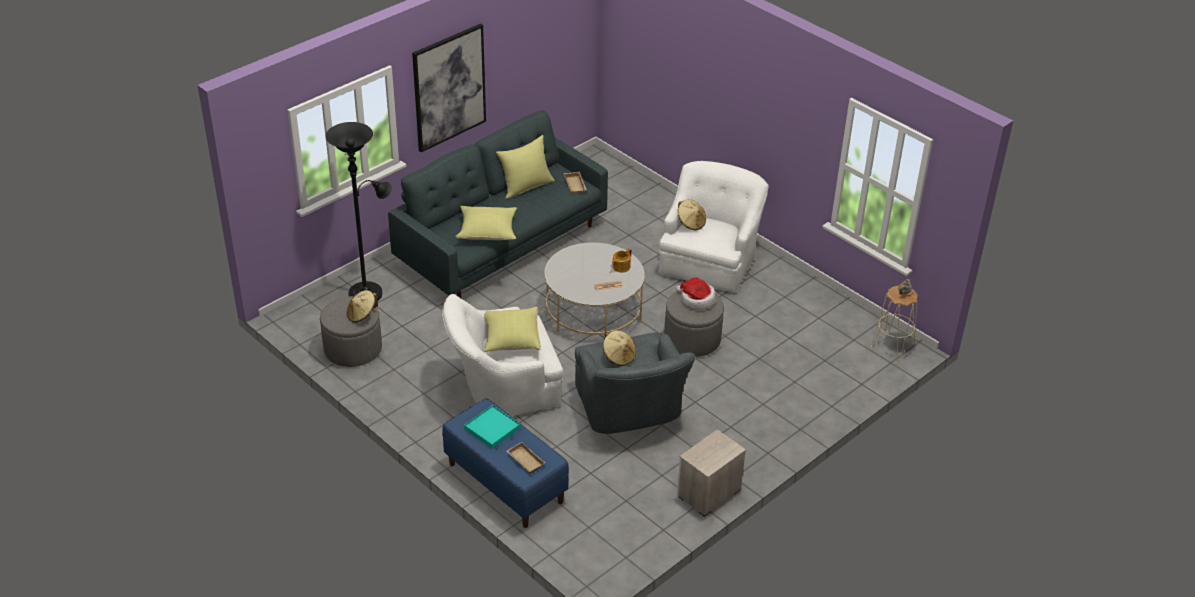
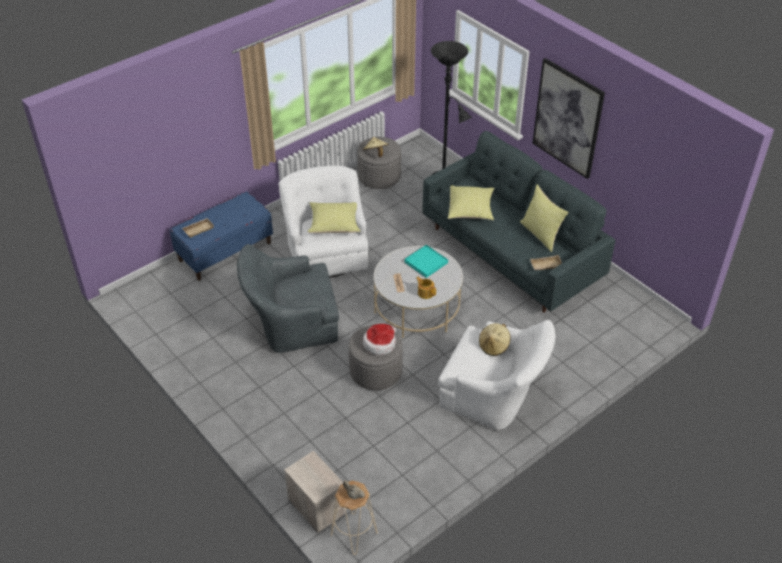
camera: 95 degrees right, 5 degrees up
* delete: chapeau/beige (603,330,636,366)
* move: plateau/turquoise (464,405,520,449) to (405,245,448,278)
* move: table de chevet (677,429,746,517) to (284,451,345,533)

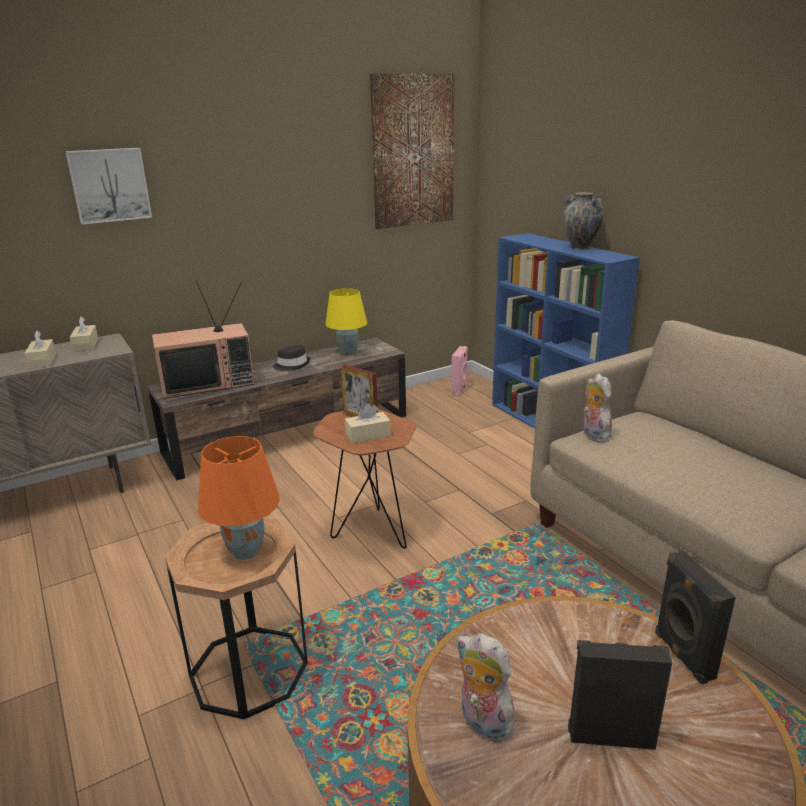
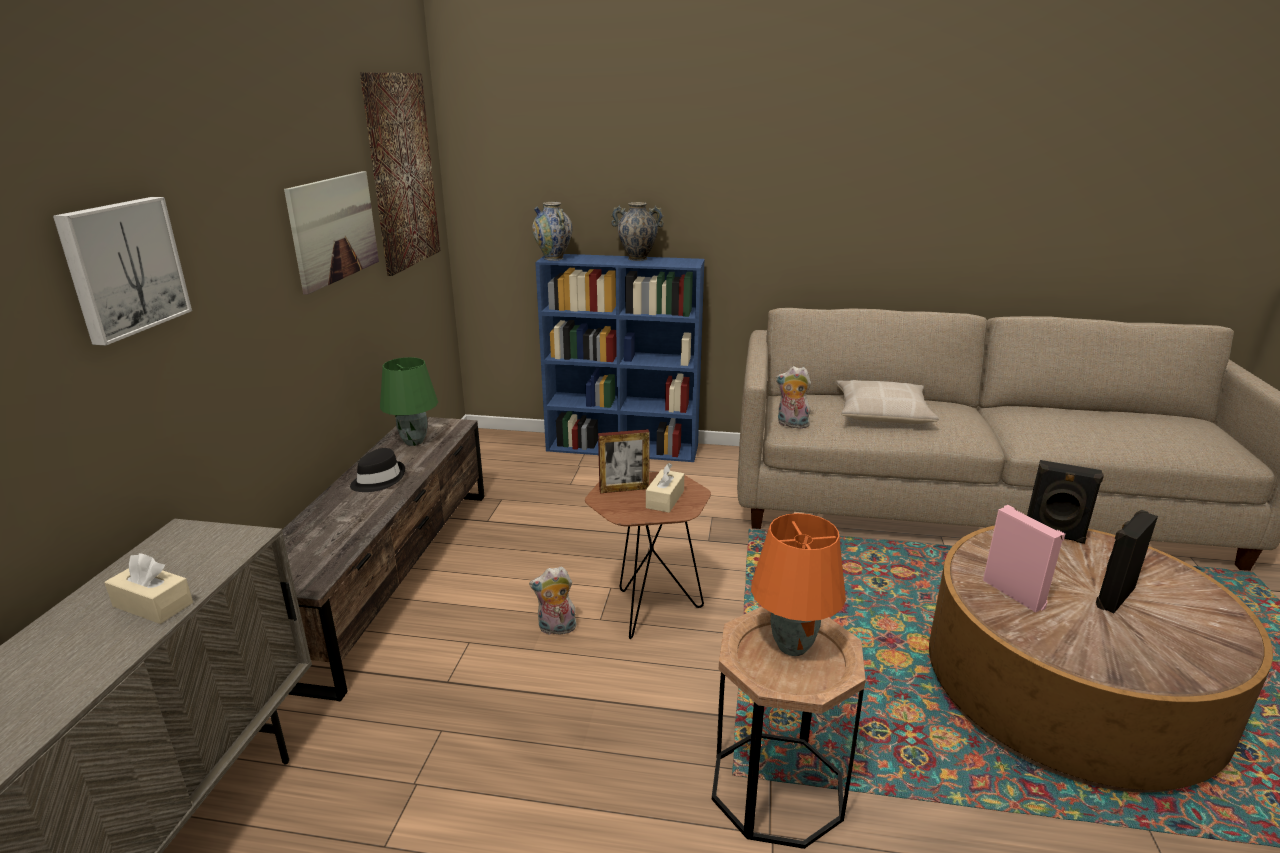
camera: 50 degrees left, 0 degrees up
* delete: téléviseur (152,281,254,399)
* recolor: lampe de table/jaune (325,288,367,355) to lampe de table/vert (380,357,438,446)
* delete: boîte à mouchoirs/beige (69,316,98,352)
* move: enceinte/rose (451,346,468,396) to (983,505,1065,613)
* move: peluche (456,633,517,743) to (529,567,577,635)
* insert: tableau (284,171,379,295)
* insert: vase (532,202,572,261)
* insert: coussin/beige (836,380,939,424)

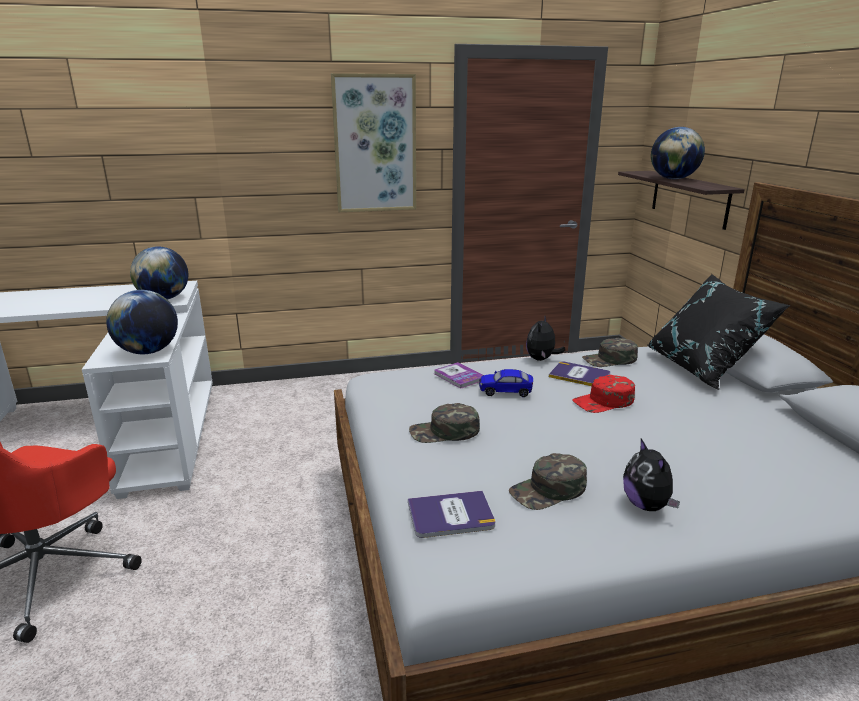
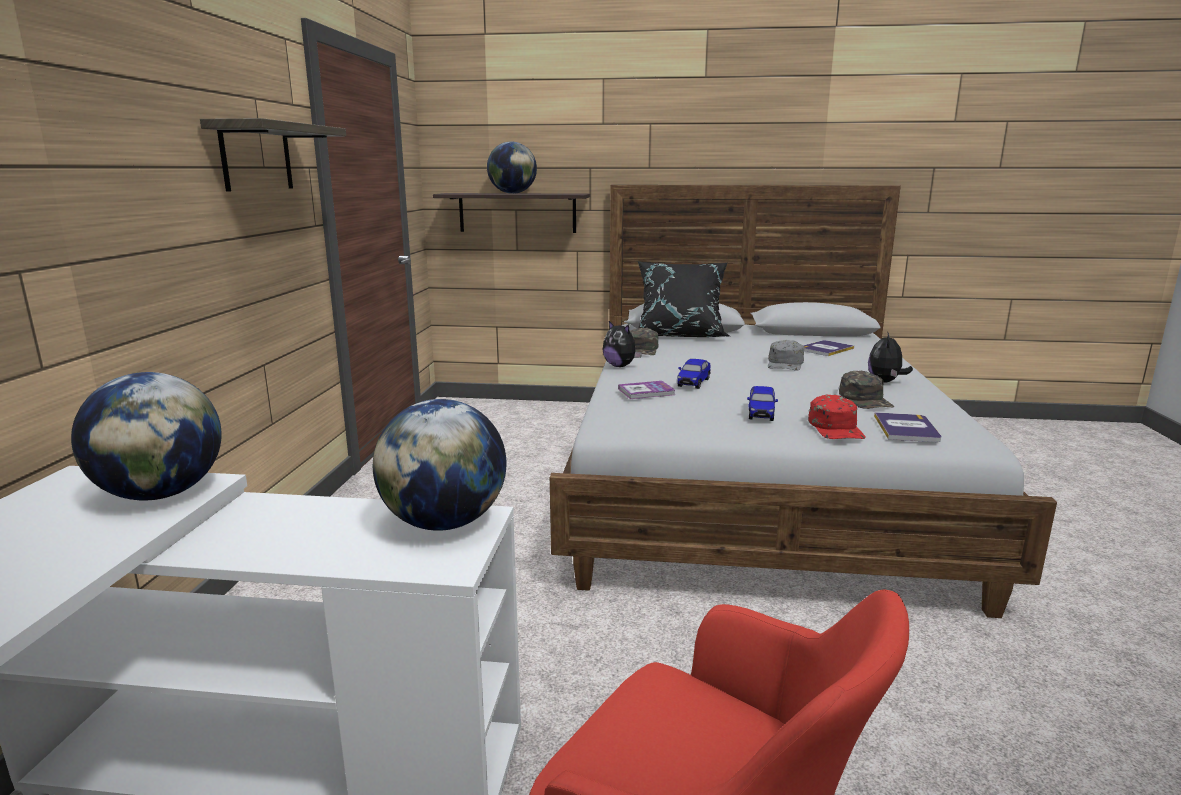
camera: 70 degrees left, 5 degrees down
* replace: tableau (331,73,416,212) to étagère (200,118,346,192)
* move: livre (549,361,610,386) to (804,340,854,356)
* move: casquette/rouge (573,375,635,413) to (808,394,866,439)
* replace: casquette/vert (409,403,480,443) to petite voiture (747,386,778,421)
* rotate: peluche (623,439,680,511) = (868,333,913,383) 105 degrees clockwise
* insert: casquette/gris (768,340,804,371)

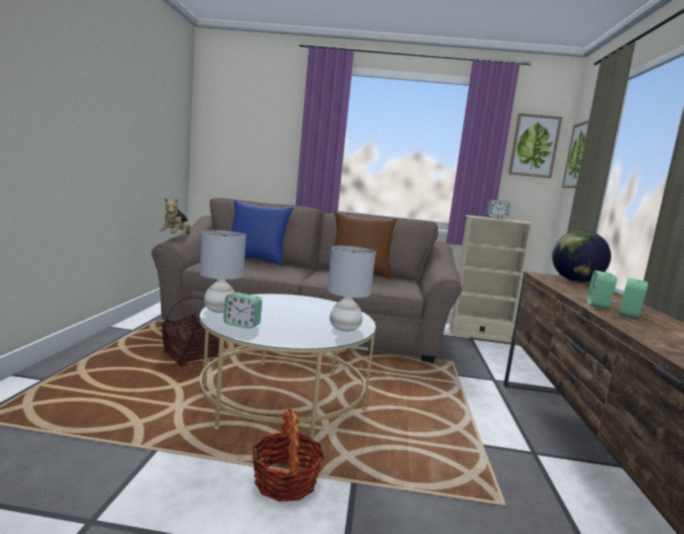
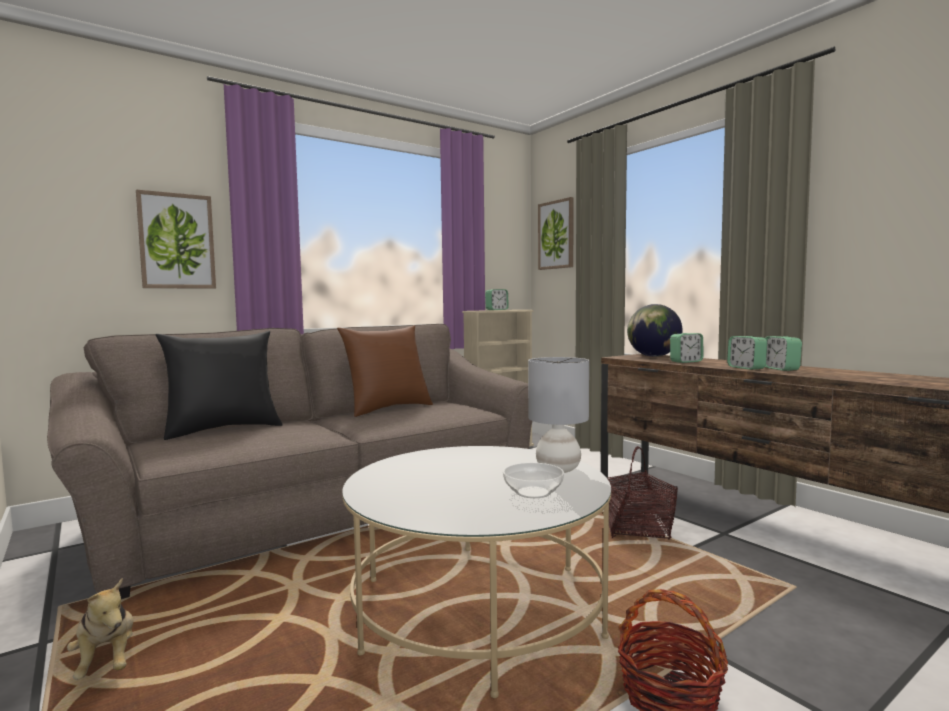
camera: 40 degrees left, 5 degrees down
* move: tableau (508,113,562,178) to (136,189,216,289)
* move: peluche (159,198,191,234) to (67,578,134,679)
* recolor: coussin/bleu (231,200,294,266) to coussin/noir (156,331,282,440)
* delete: lampe de table/gris (200,230,246,313)
* move: réveil (224,292,262,329) to (670,333,703,363)
* move: panier (162,296,219,367) to (608,446,678,540)
* insert: bol (503,463,564,498)

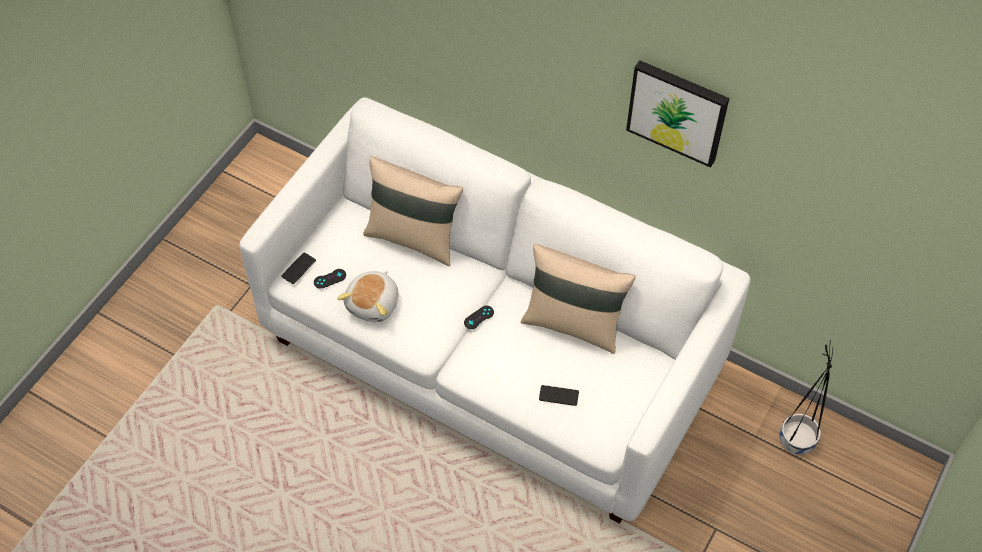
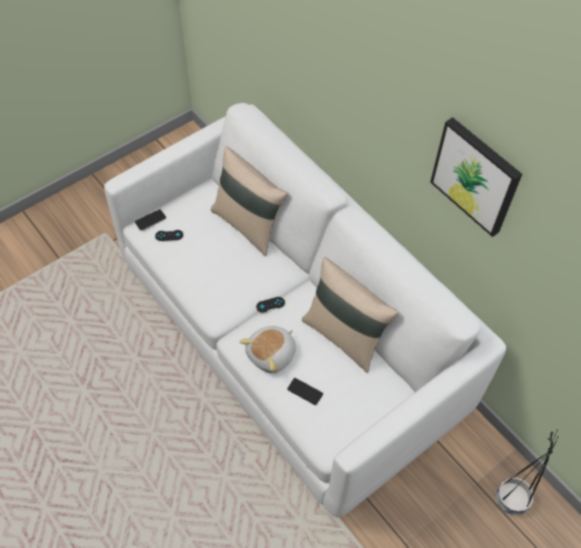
camera: 20 degrees right, 0 degrees up
* move: peluche (337,271,398,322) to (239,326,296,373)

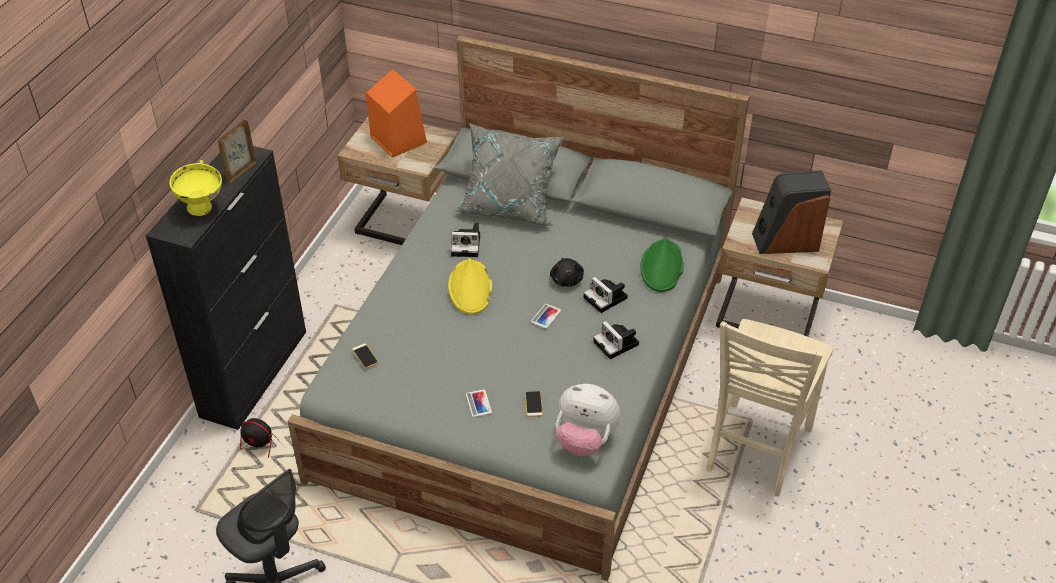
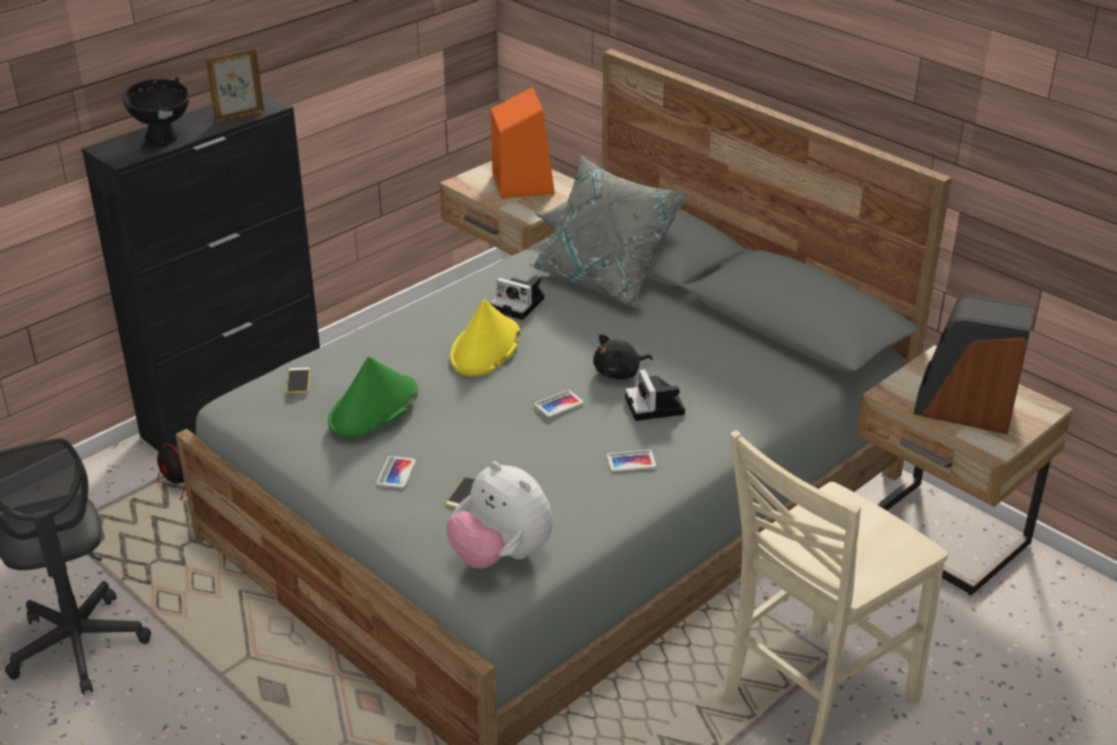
camera: 25 degrees right, 10 degrees down
* recolor: bol/jaune (170,160,222,216) to bol/noir (123,77,189,145)
* move: chapeau/vert (640,237,684,292) to (328,357,418,437)
* rotate: peluche/noir (550,258,584,287) = (593,334,653,380) 45 degrees clockwise
* replace: appareil photo (593,321,639,359) to téléphone (607,449,656,472)

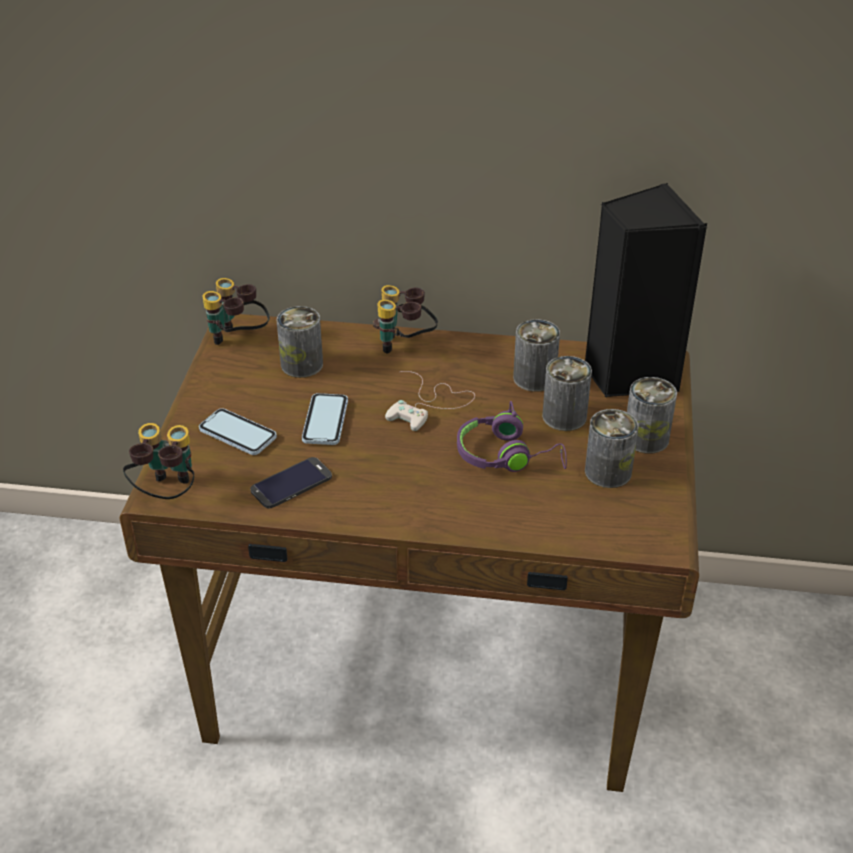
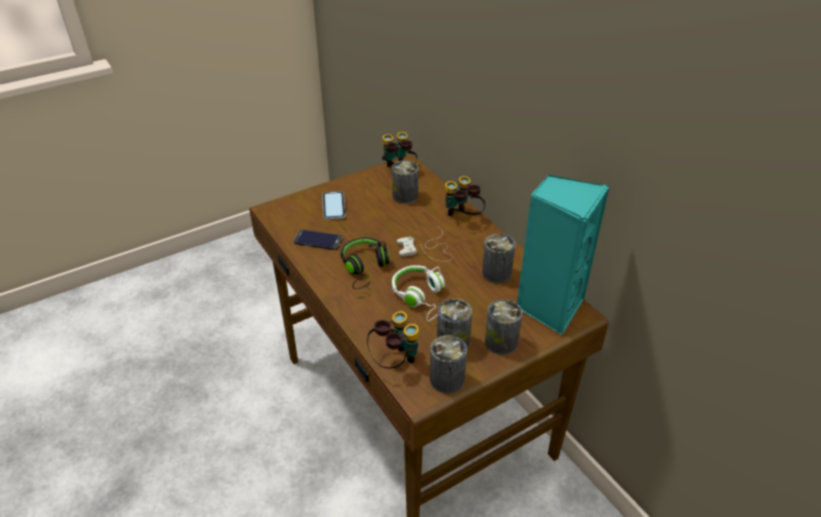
camera: 50 degrees right, 0 degrees up
* recolor: enceinte/noir (585,183,707,398) to enceinte/turquoise (517,175,610,335)
* move: boîte métallique (542,356,592,431) to (430,335,467,394)
* delete: téléphone (302,393,348,445)
* recolor: casque audio/violet (457,401,567,472) to casque audio/blanc (392,265,445,321)
* move: jumelles (123,423,194,499) to (367,311,419,369)
* insert: casque audio/noir (341,238,390,289)

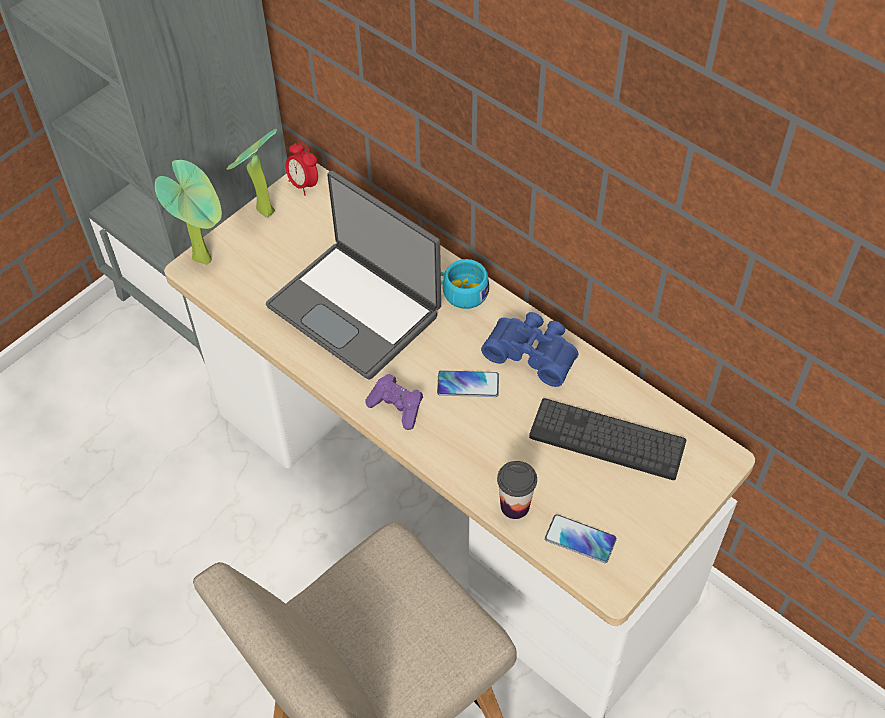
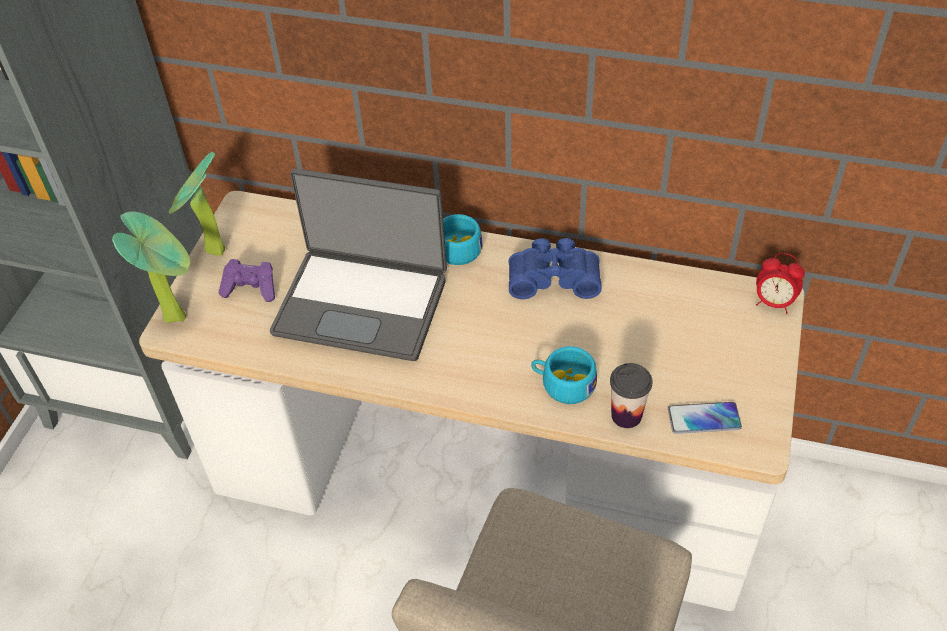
camera: 25 degrees left, 5 degrees down
* move: réveil (285,140,318,196) to (756,253,805,314)
* delete: téléphone (437,370,499,397)
* move: manette/violet (365,374,423,430) to (219,259,275,302)
* delete: clavier (529,398,686,480)
* insert: tasse/turquoise (531,346,597,404)

